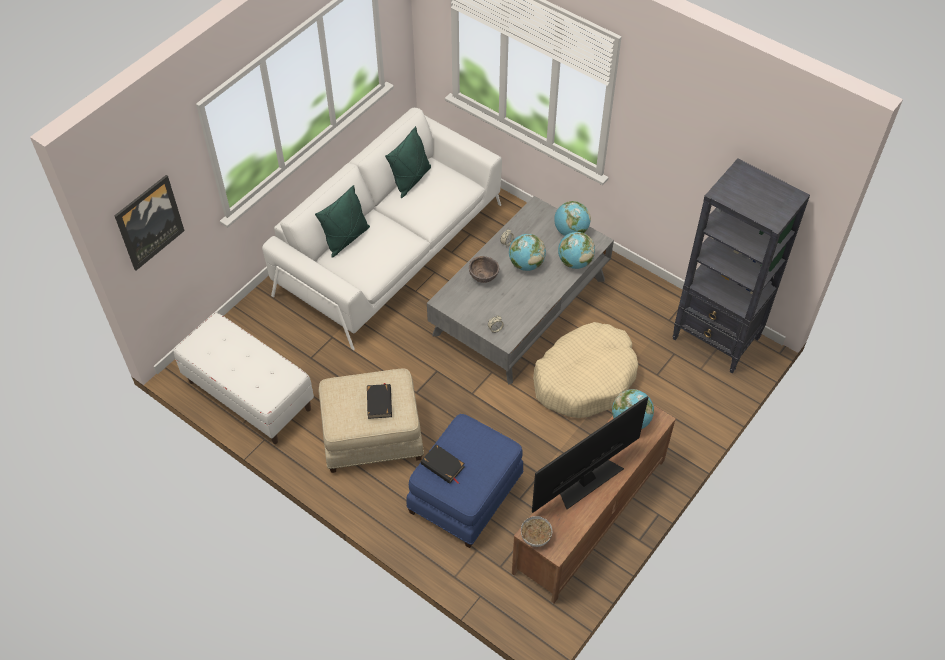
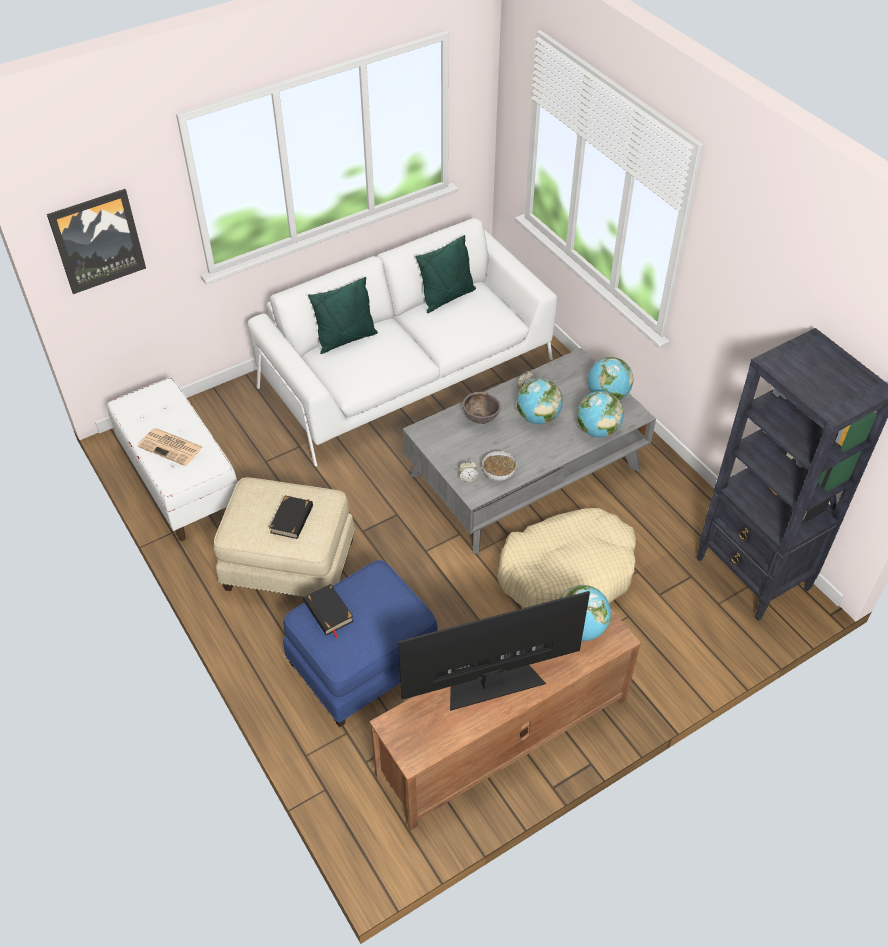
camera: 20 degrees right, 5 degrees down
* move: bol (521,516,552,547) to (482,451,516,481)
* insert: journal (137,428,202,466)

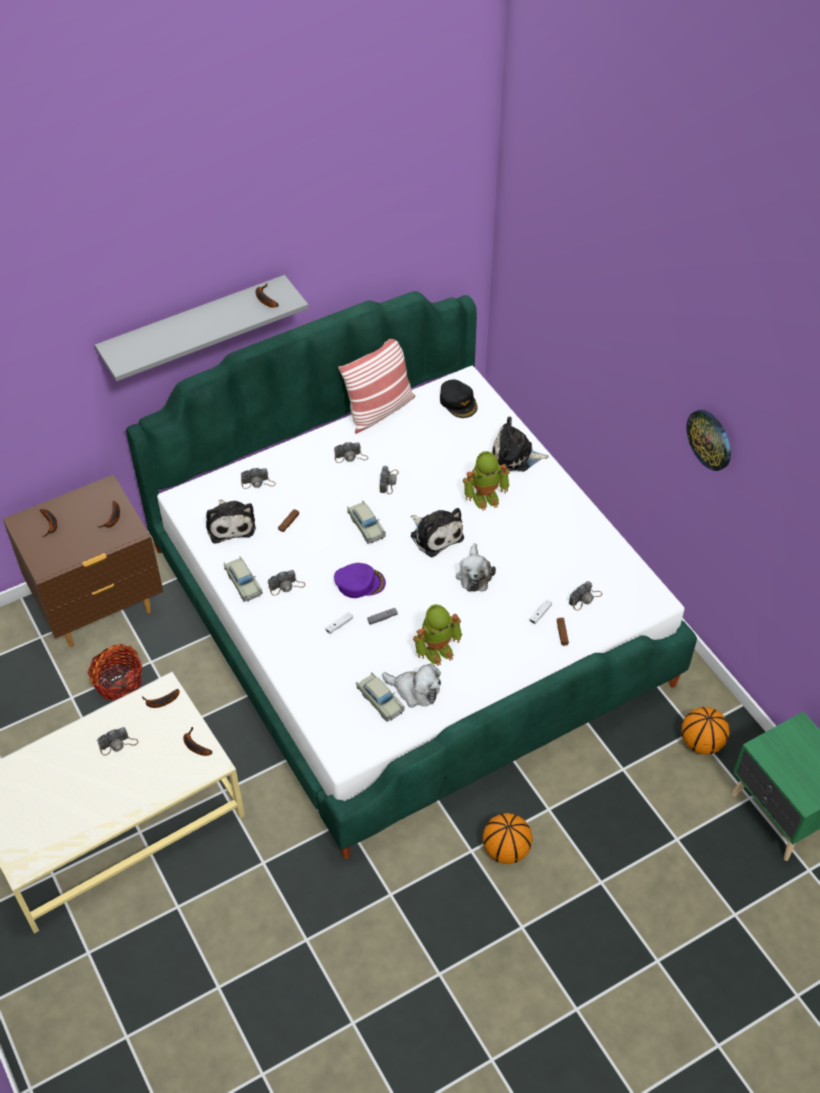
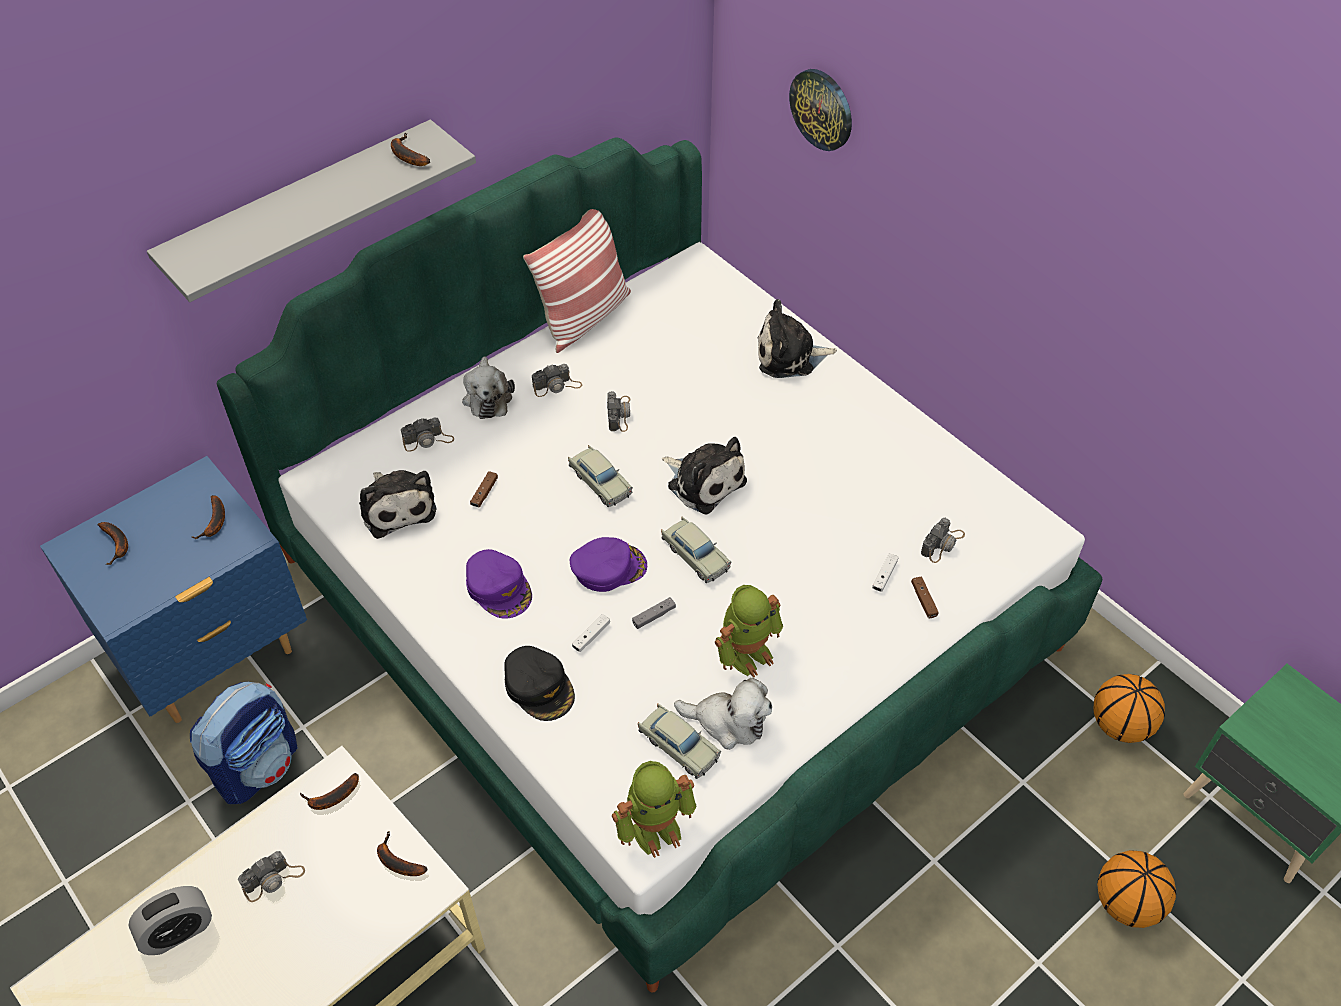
camera: 10 degrees left, 0 degrees up
* move: casquette/noir (440,380,477,418) to (504,646,575,721)
* move: horloge murale (686,410,731,471) to (789,69,852,151)
* move: robot jouet (463,451,509,511) to (612,761,696,858)
* recolor: table de chevet/marron (3,474,163,647) to table de chevet/bleu (40,456,307,723)
* move: peluche (456,543,496,592) to (462,356,515,419)
* move: petite voiture/beige (224,556,263,602) to (661,517,731,583)
* replace: appareil photo (268,570,305,596) to casquette/violet (466,549,532,619)
* replace: panier (87,644,142,700) to sac à dos (190,682,298,804)
* move: ballon de basket (482,813,532,864) to (1097,850,1176,928)
* insert: réveil (128,886,212,955)

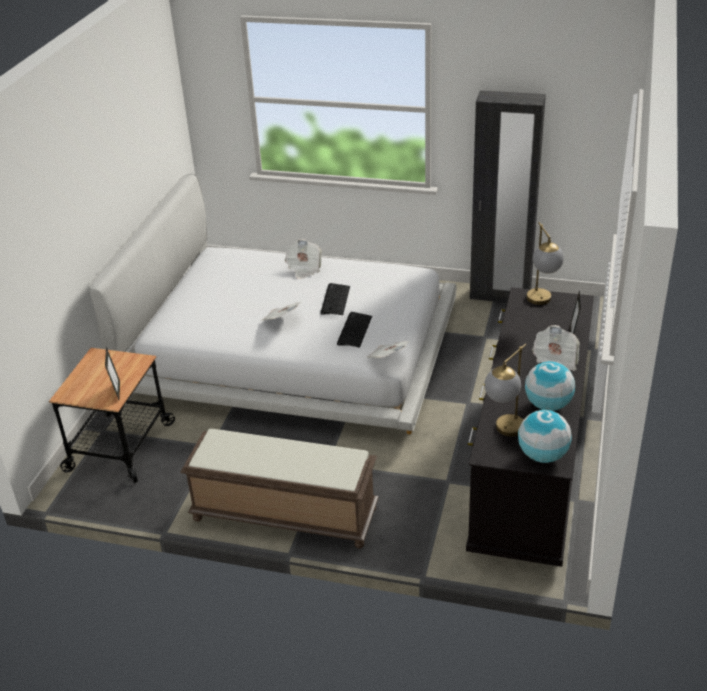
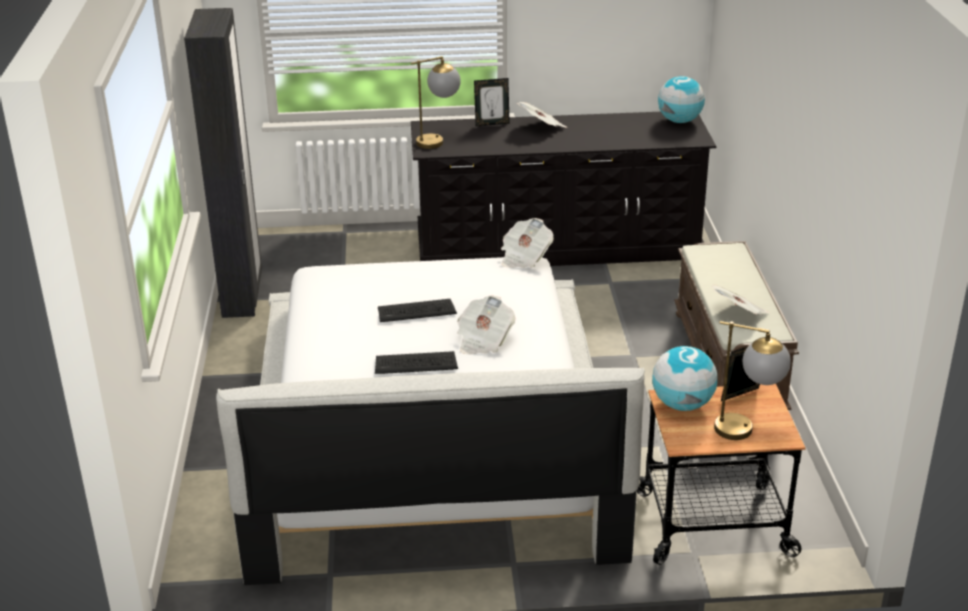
camera: 110 degrees left, 5 degrees down
* move: journal (285,239,322,279) to (711,285,769,315)
* move: clavier (337,312,372,348) to (375,351,458,374)
* move: lampe de table (484,344,526,437) to (714,321,791,440)
* move: globe (525,361,575,411) to (652,346,717,411)

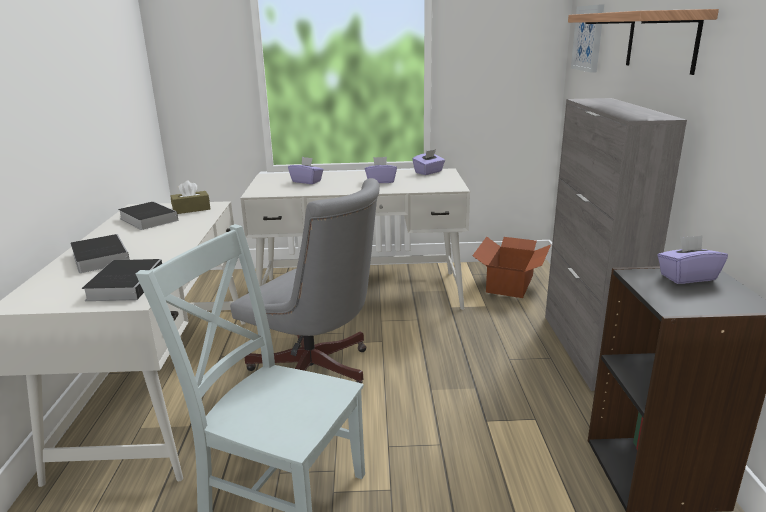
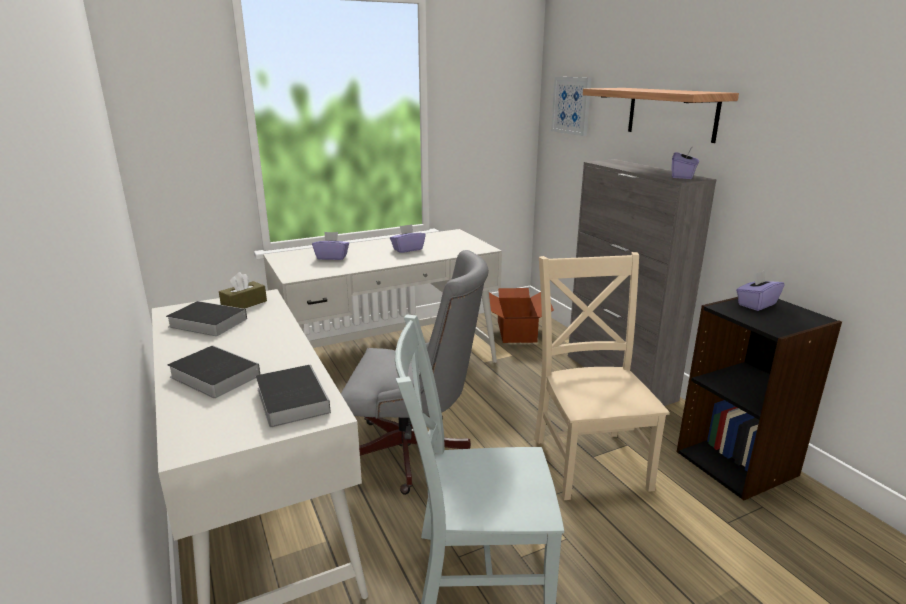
camera: 25 degrees left, 0 degrees up
* move: boîte à mouchoirs/violet (412,149,445,175) to (672,146,699,179)
* insert: chaise/beige (534,252,670,500)

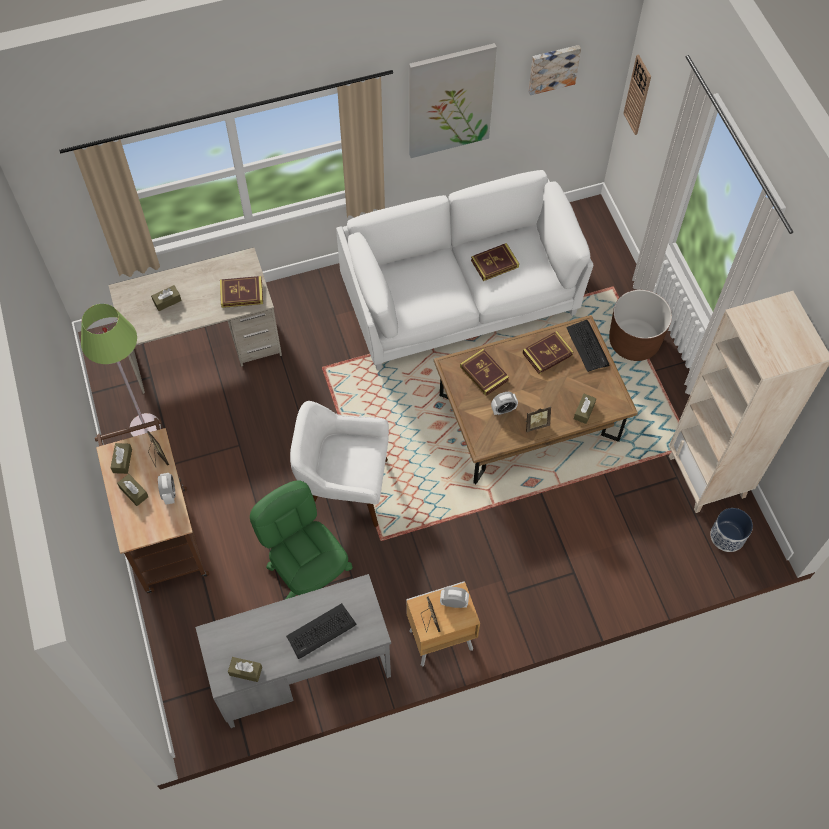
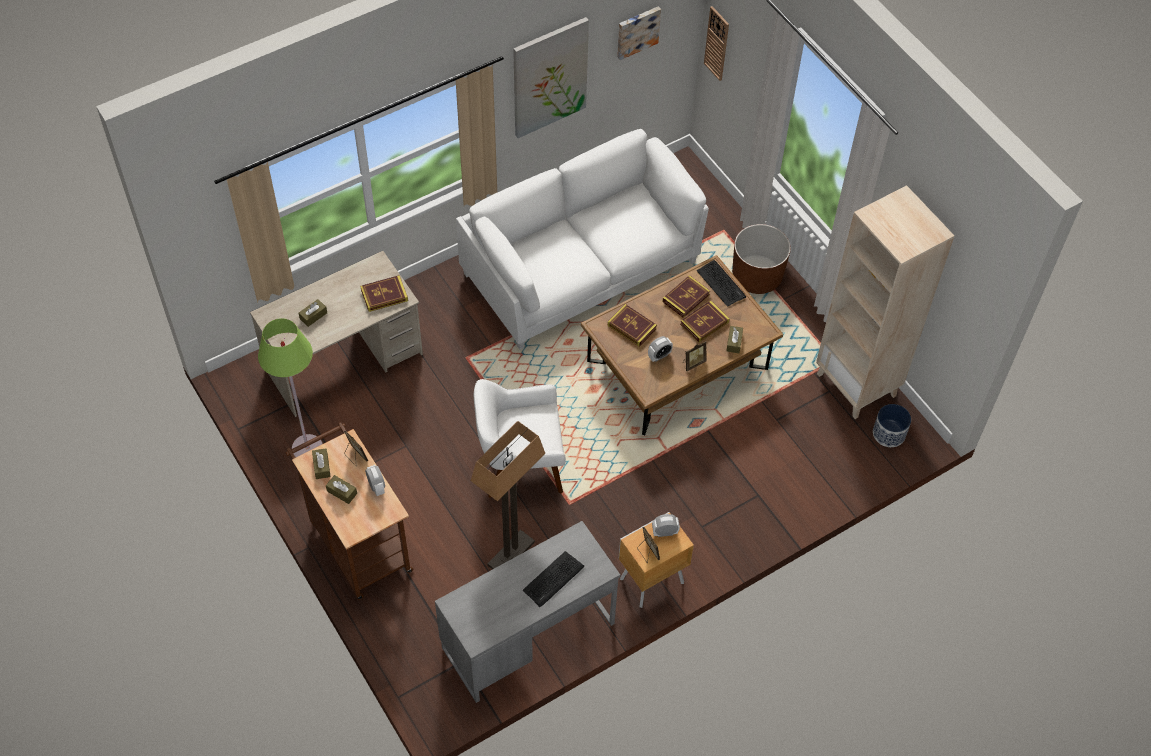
camera: 15 degrees left, 5 degrees down
* move: livre (471,243,519,281) to (680,301,730,342)
* replace: chaise de bureau/vert (250,480,353,599) to lampadaire (471,421,545,569)
* delete: boîte à mouchoirs/marron (228,657,262,682)

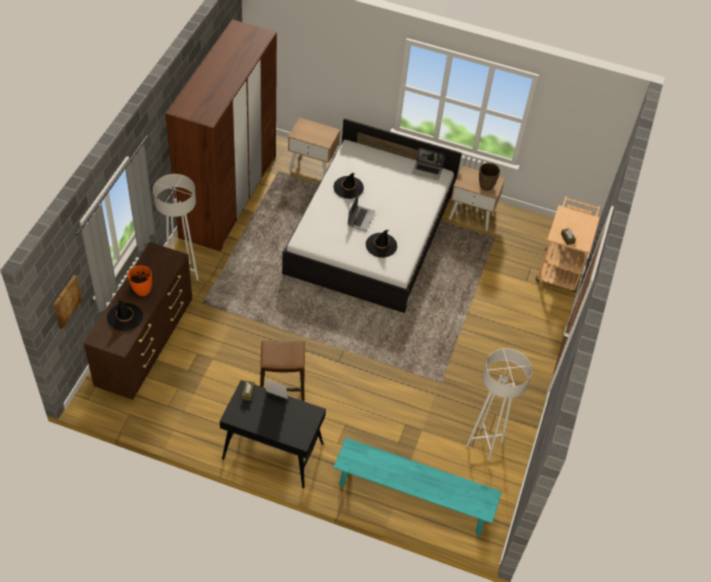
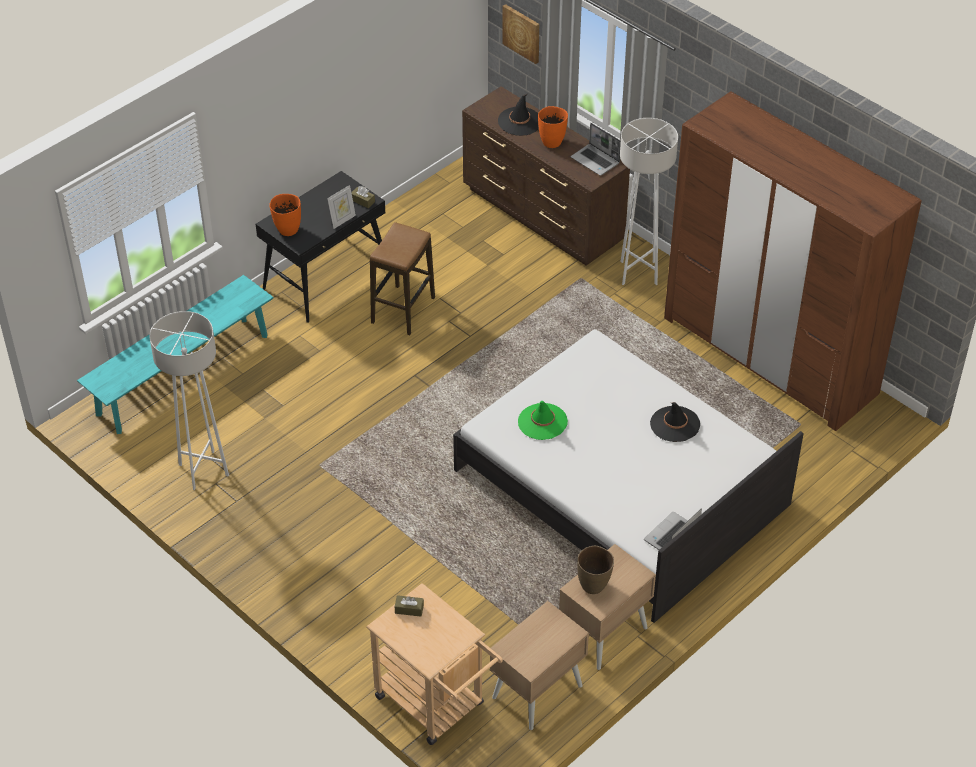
camera: 120 degrees right, 5 degrees down
* move: table de chevet/beige (288,118,340,174) to (490,601,589,730)
* move: ordinateur portable (348,193,375,231) to (571,123,621,176)
* recolor: chapeau/noir (366,230,397,258) to chapeau/vert (518,401,568,440)
* insert: vase/orange (269,194,301,236)

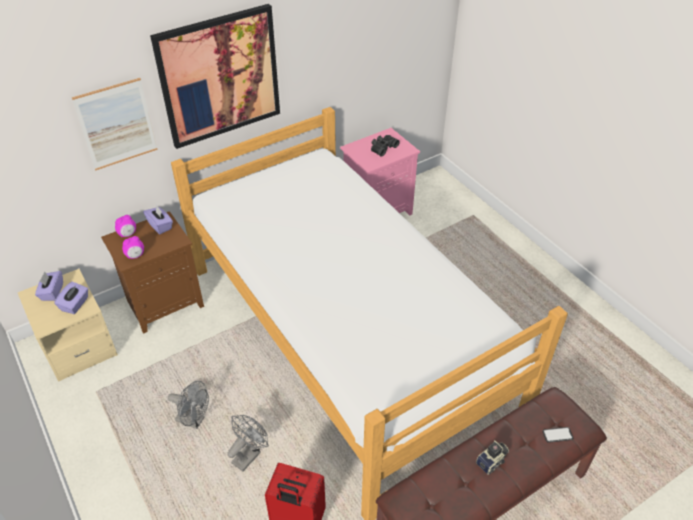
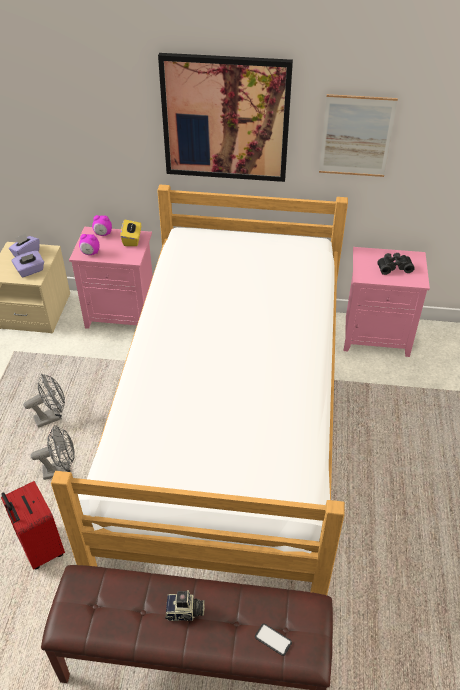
camera: 40 degrees right, 0 degrees up
* move: tableau (72,78,158,171) to (319,94,398,177)
* recolor: boîte à mouchoirs/violet (143,205,173,234) to boîte à mouchoirs/jaune (121,220,141,246)
* recolor: table de chevet/marron (101,211,204,334) to table de chevet/rose (69,227,153,329)
* rotate: ventilateur/gris (168,381,209,429) = (24,374,65,428) 90 degrees counterclockwise

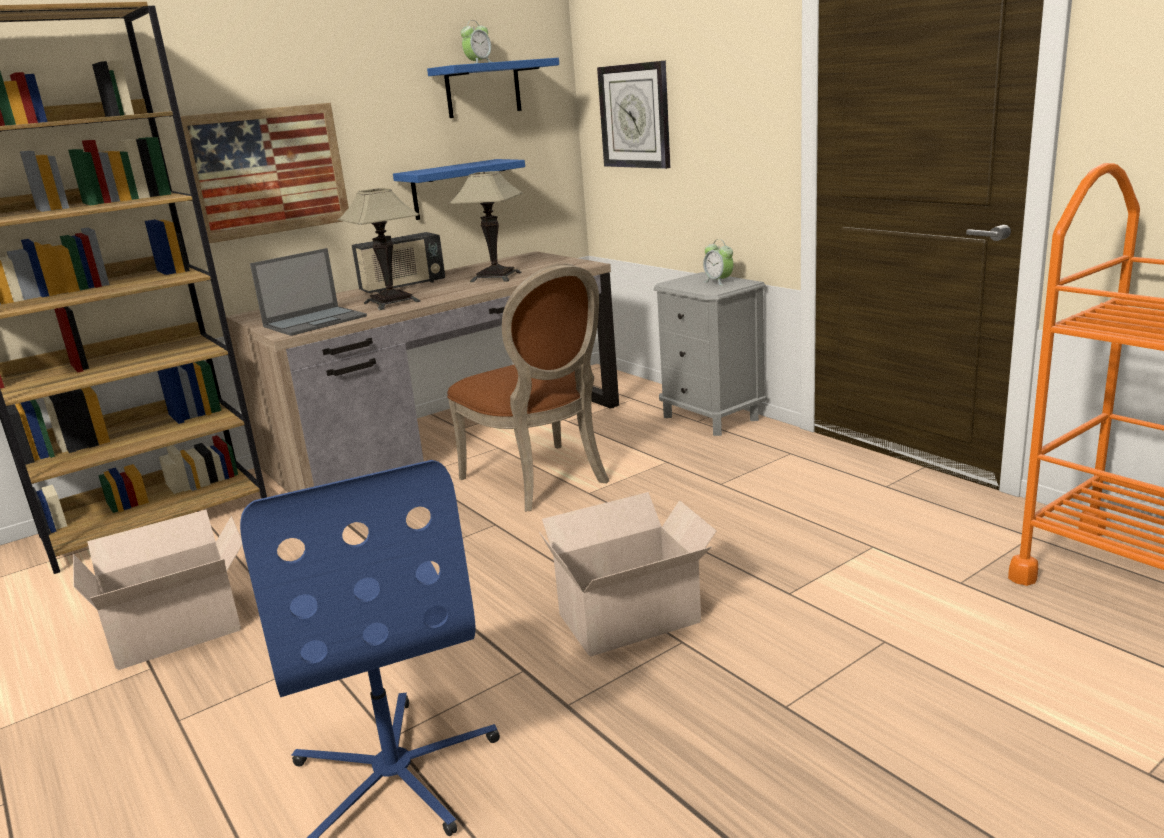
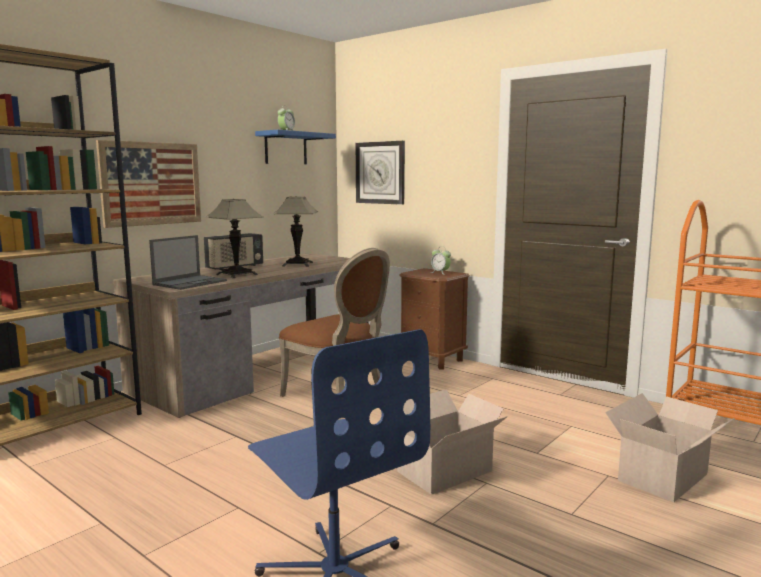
camera: 15 degrees left, 10 degrees down
* delete: étagère/bleu (393,159,525,220)
* recolor: table de chevet/gris (654,272,767,436) to table de chevet/marron (399,268,470,370)
* move: carton (73,510,243,670) to (605,393,734,502)

